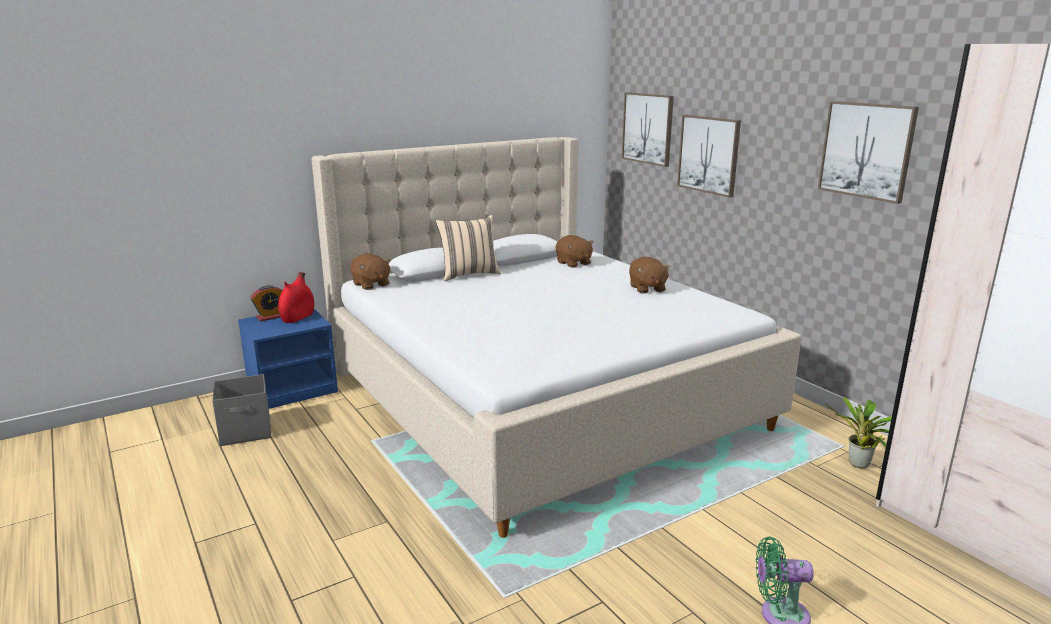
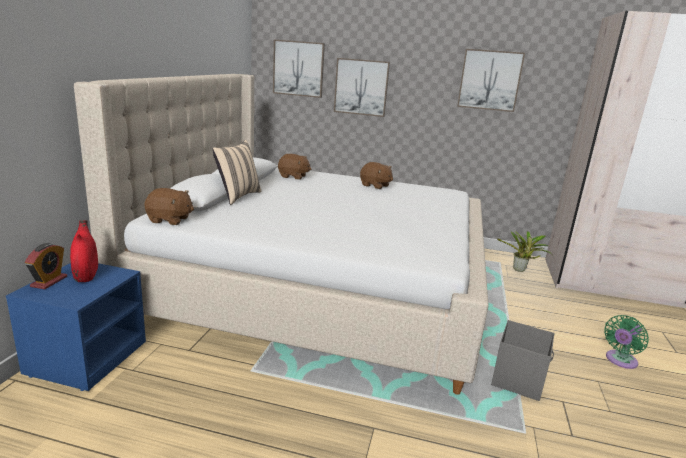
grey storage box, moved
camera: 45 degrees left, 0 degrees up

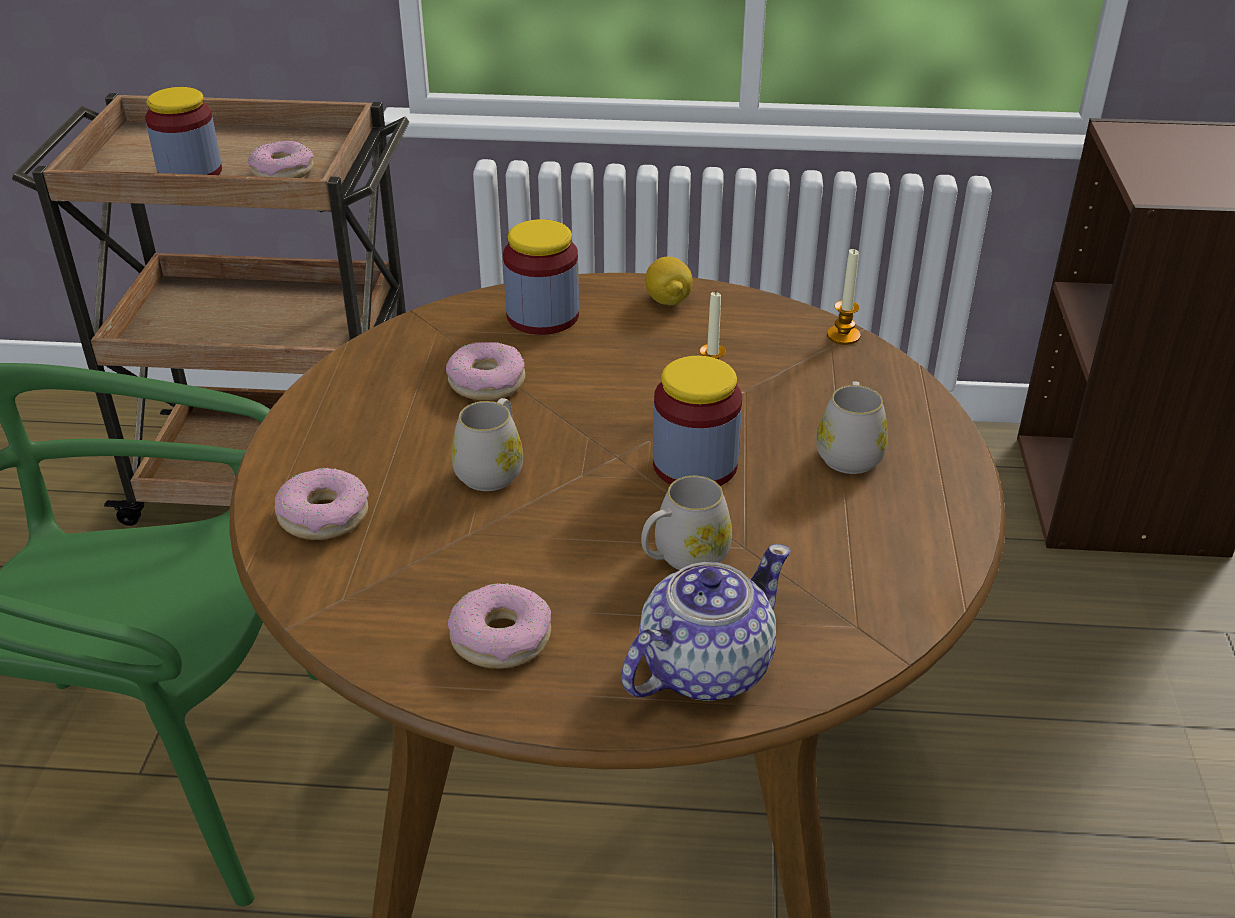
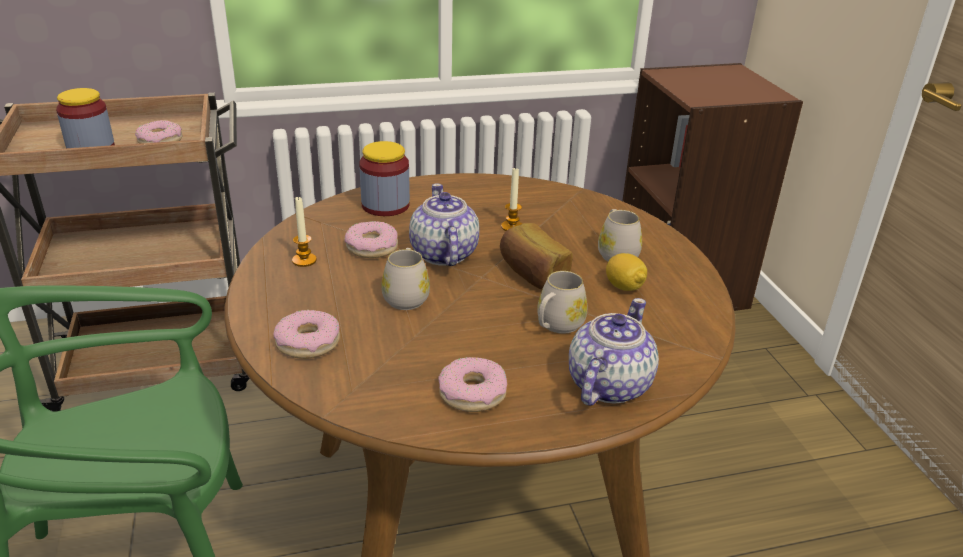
lemon, moved
jar (3rd from left) -> bread
candle (2nd from left in the first image) -> candle (1st from left), moved
none -> teapot (1st from left)
camera: 20 degrees left, 5 degrees down

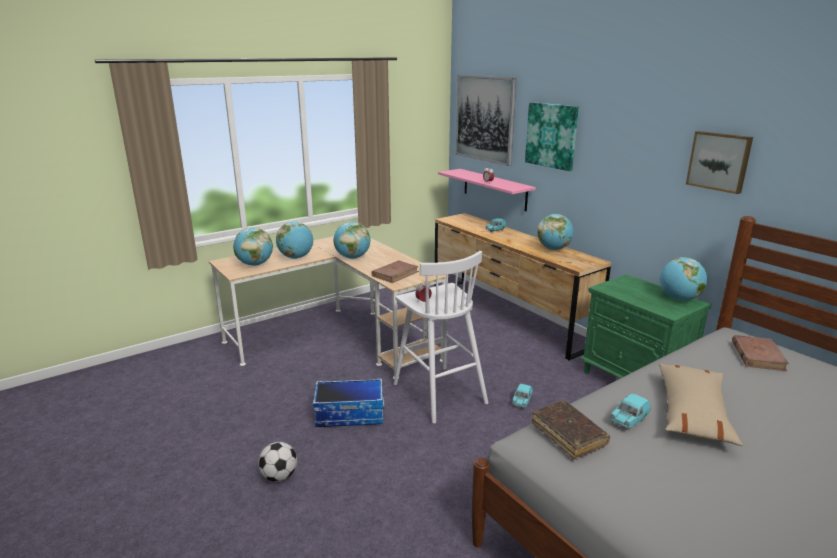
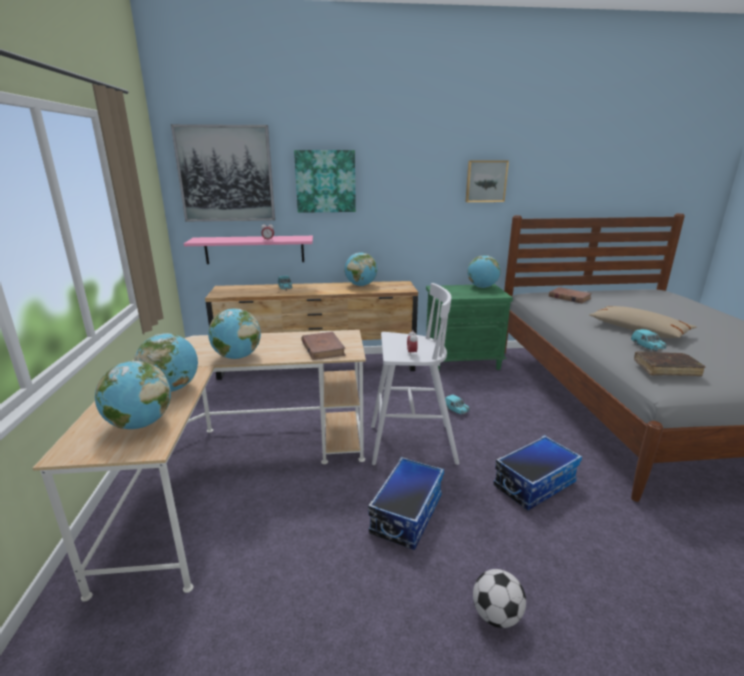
none -> storage box (2nd from left)
camera: 60 degrees left, 0 degrees up

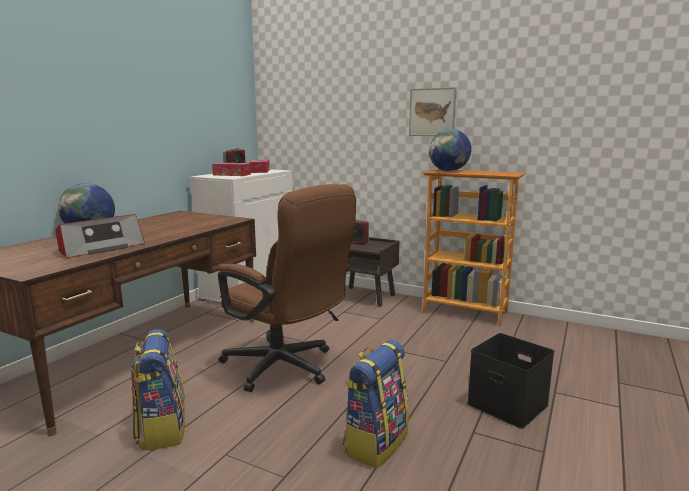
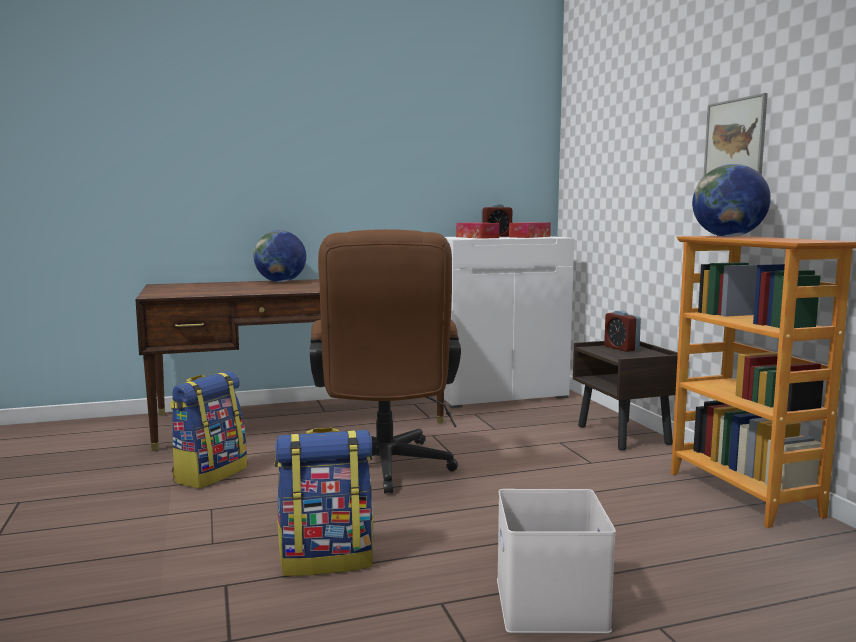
radio -> none
black storage box -> white storage box
camera: 45 degrees right, 5 degrees down

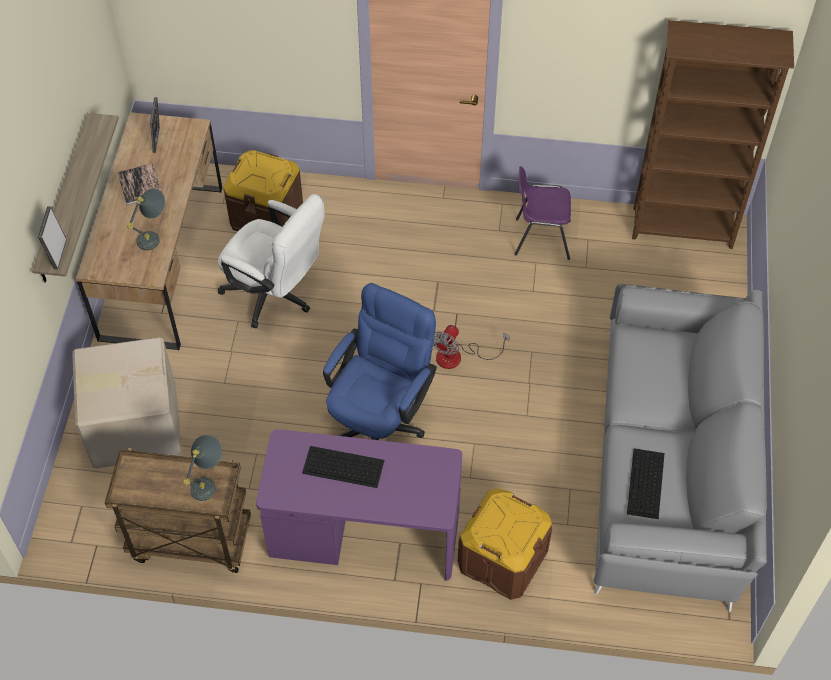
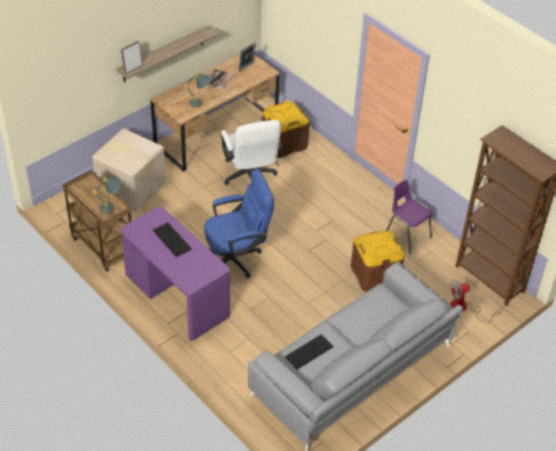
fan, moved
brown storage box (2nd from left), moved
camera: 40 degrees right, 10 degrees down

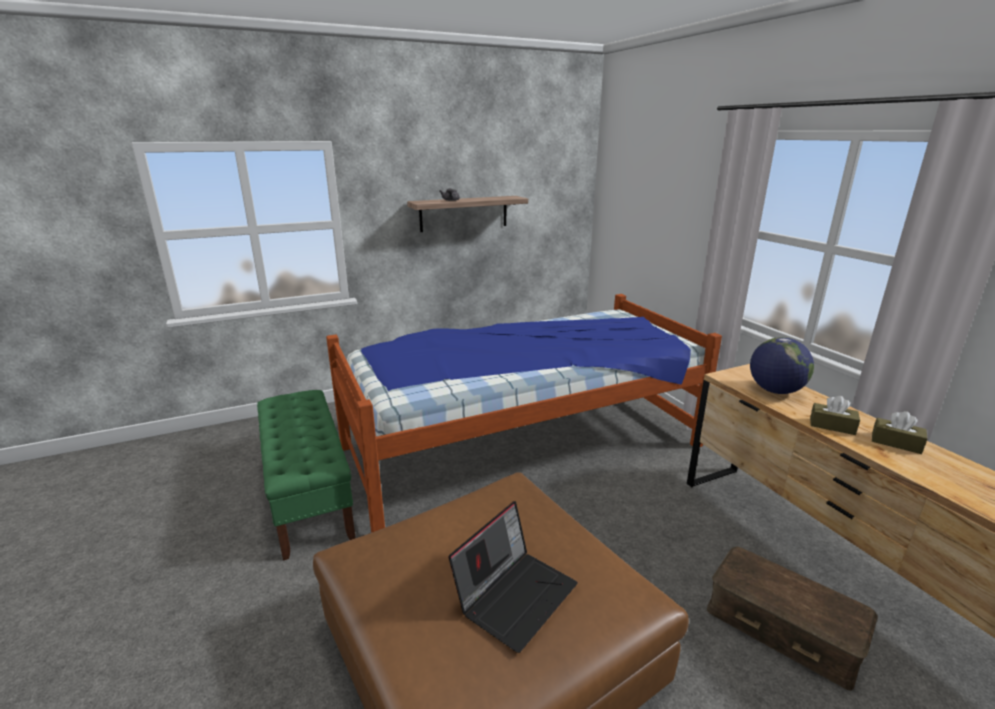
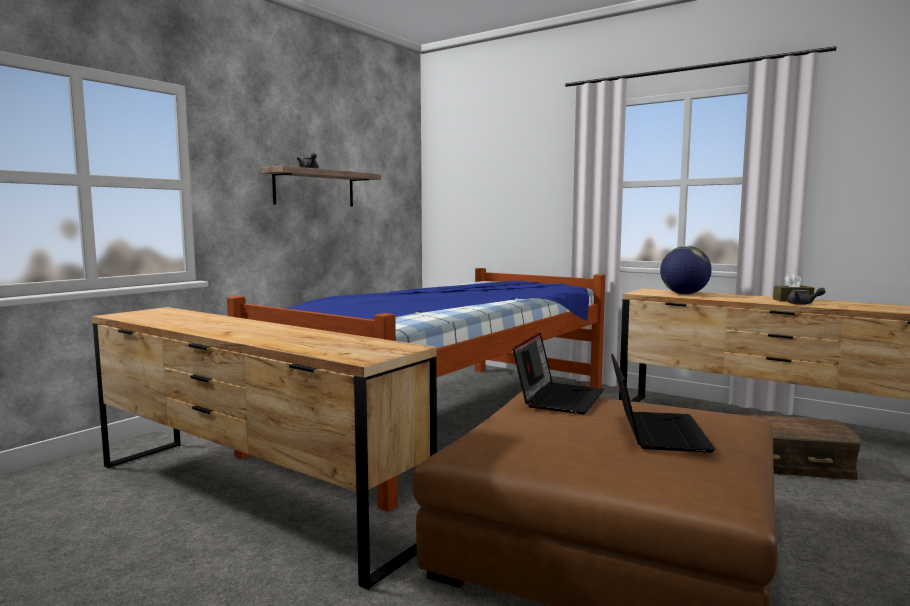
green bench -> brown dresser (1st from left)
brown tissue box (1st from left) -> none
none -> laptop (1st from left)
none -> grey teapot (2nd from left)
camera: 30 degrees left, 15 degrees down

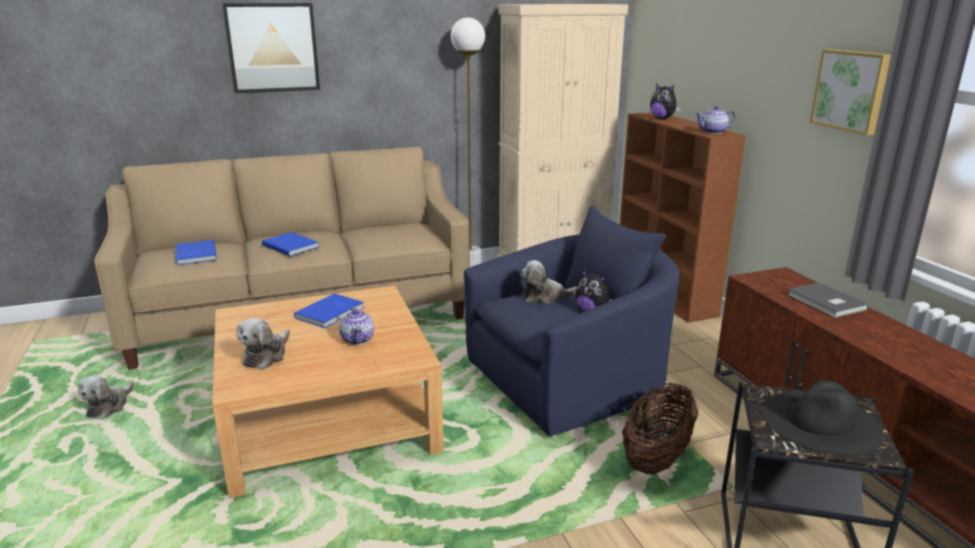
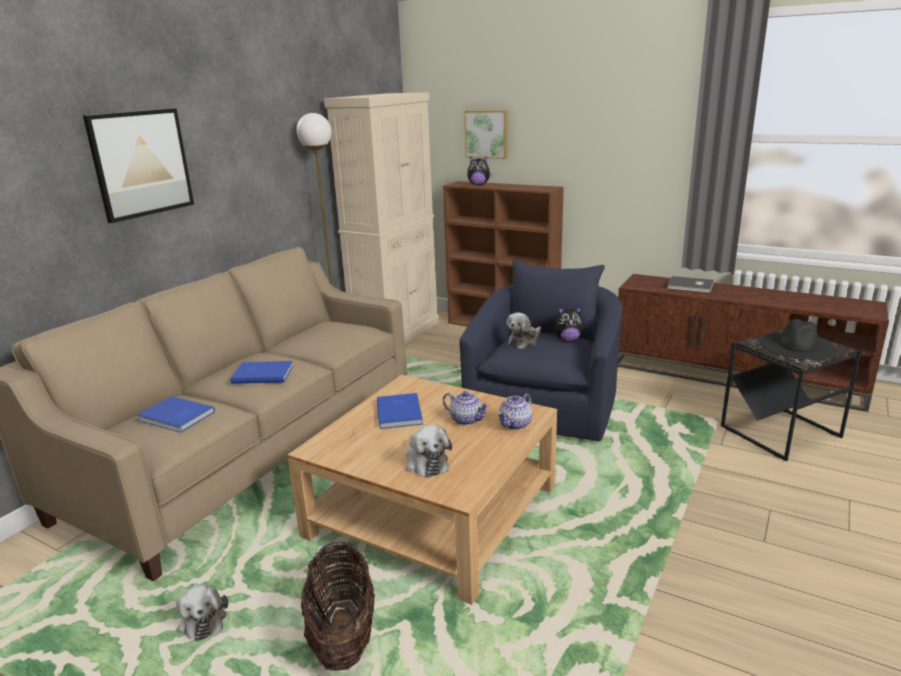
basket, moved
teapot (2nd from left), moved
picture (2nd from left), moved
camera: 40 degrees left, 0 degrees up

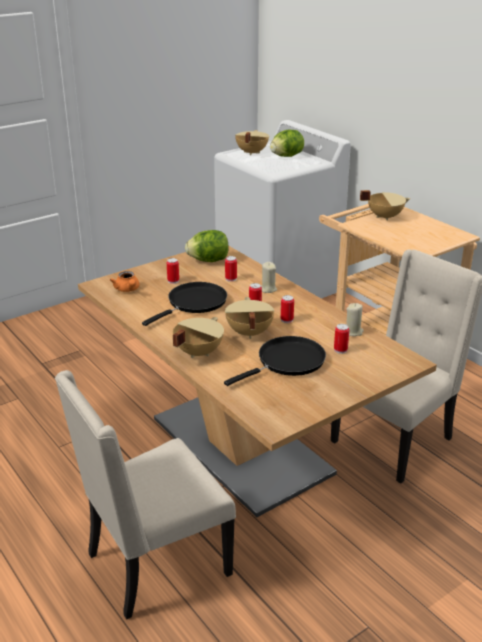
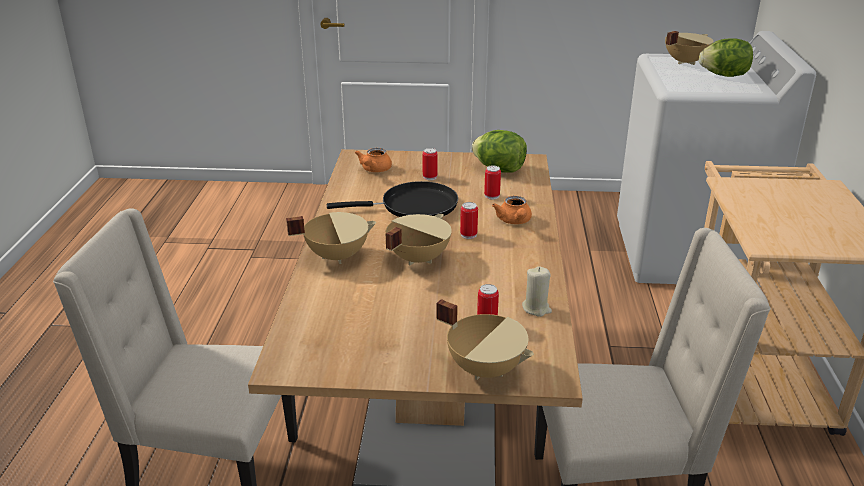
black frying pan (2nd from left) -> none
beige candle (1st from left) -> orange teapot (2nd from left)
can (4th from left) -> none
beige cooking pot (4th from left in the first image) -> beige cooking pot (3rd from left), moved
camera: 40 degrees right, 0 degrees up

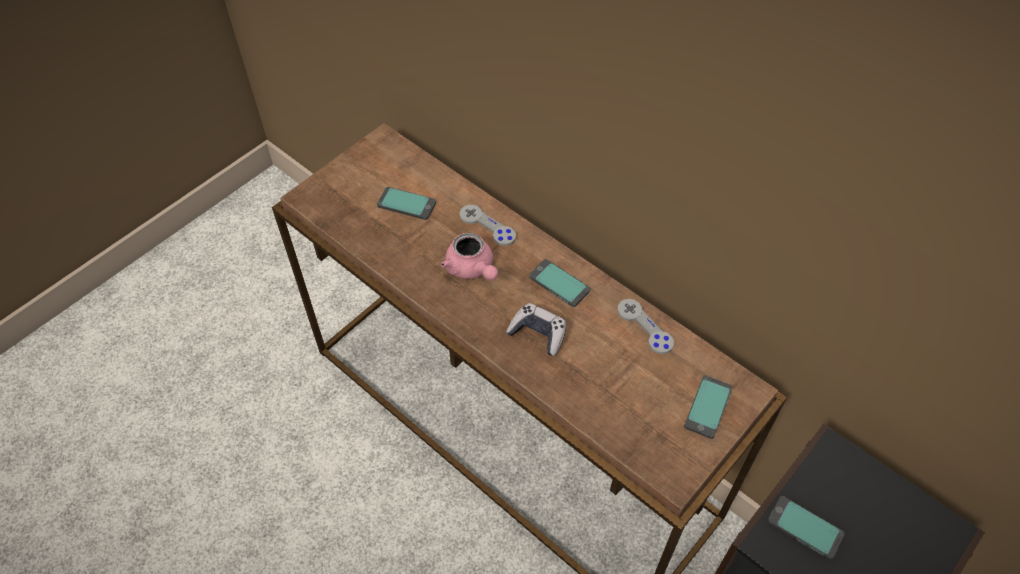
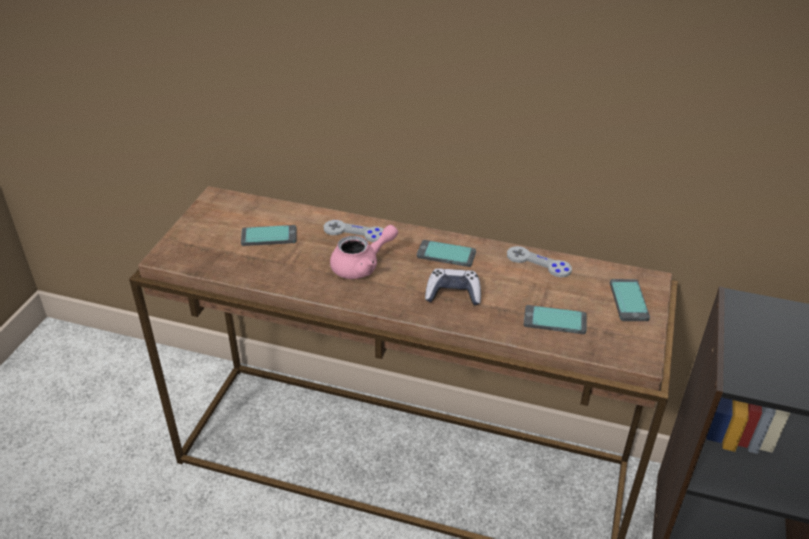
pink teapot, 60 degrees counterclockwise
phone (4th from left in the first image) -> phone (3rd from left), moved
camera: 25 degrees left, 15 degrees down

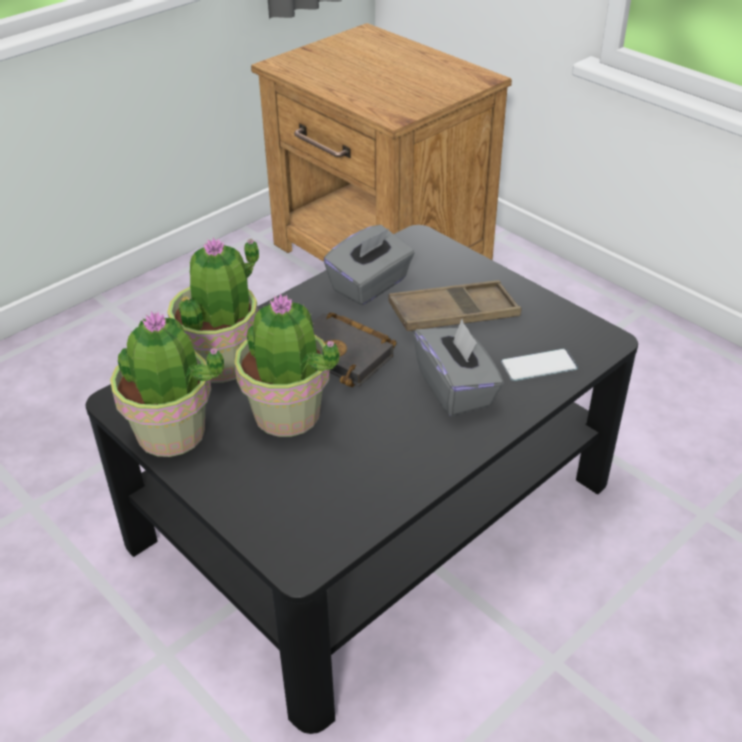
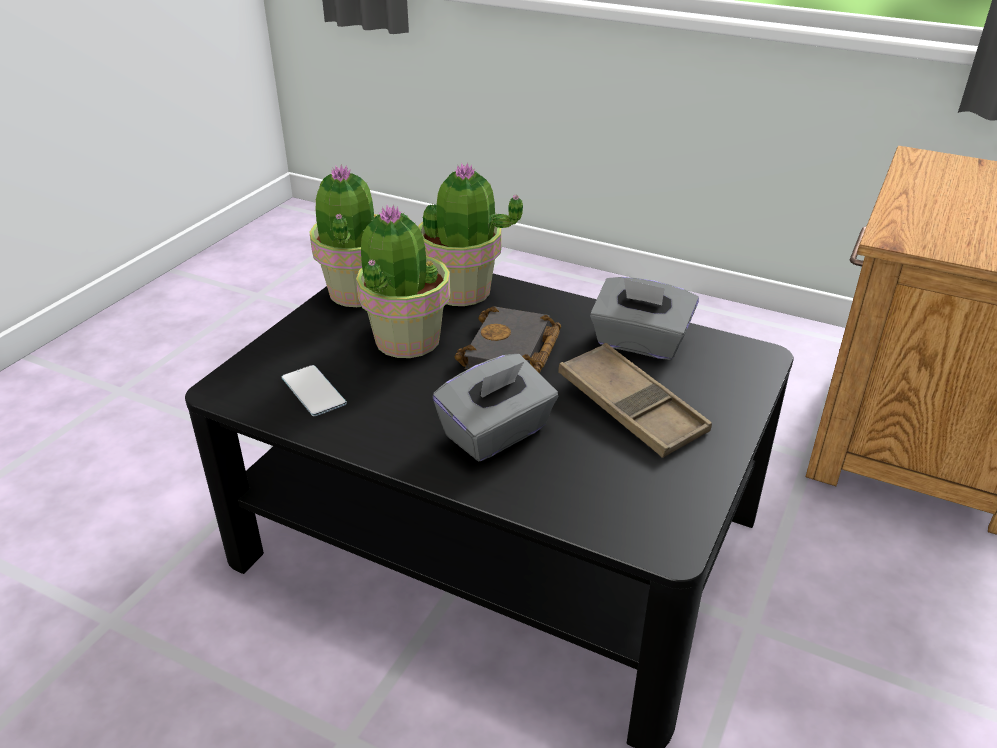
phone, moved
camera: 70 degrees right, 5 degrees down

